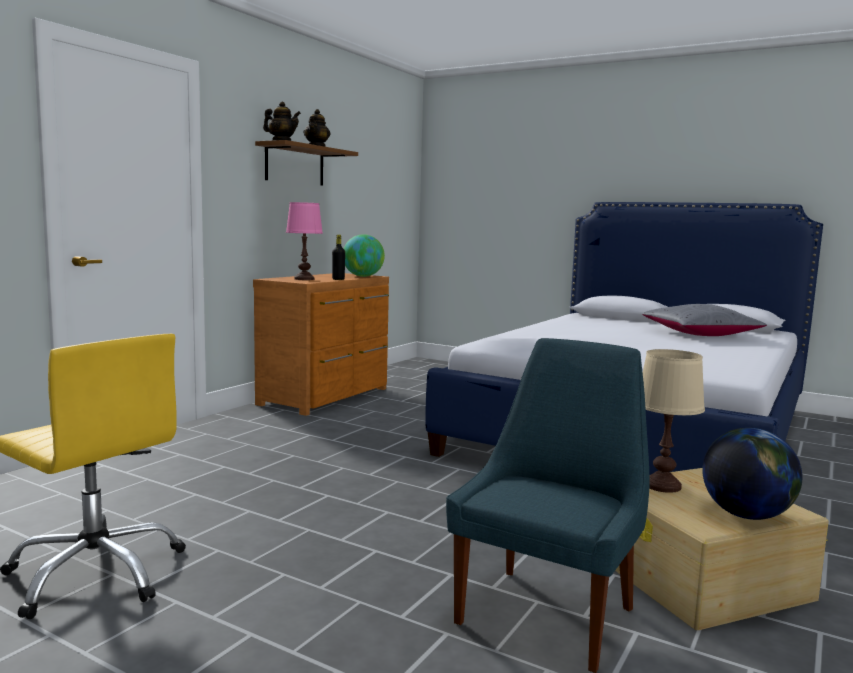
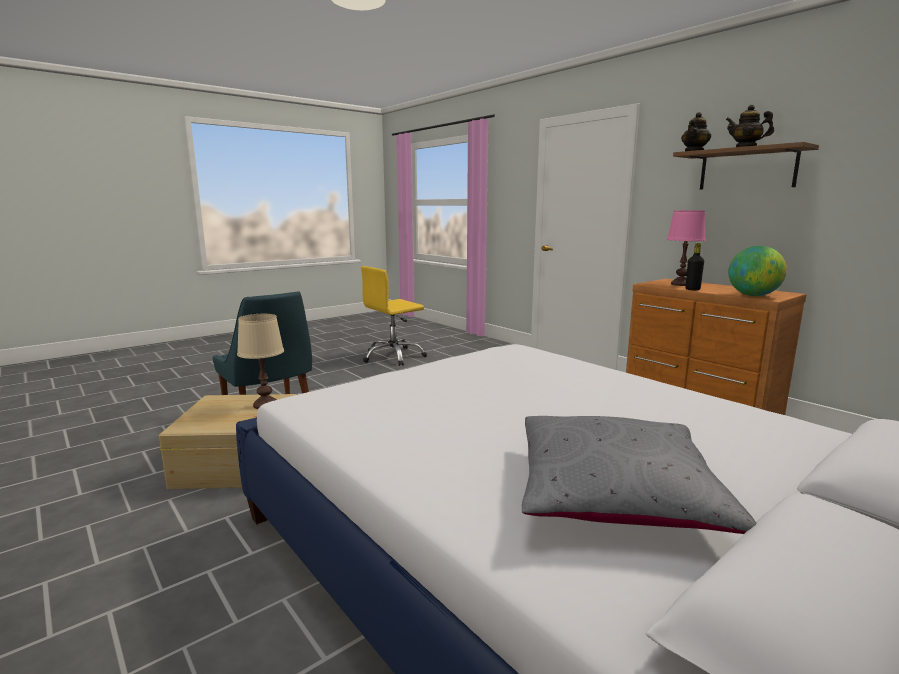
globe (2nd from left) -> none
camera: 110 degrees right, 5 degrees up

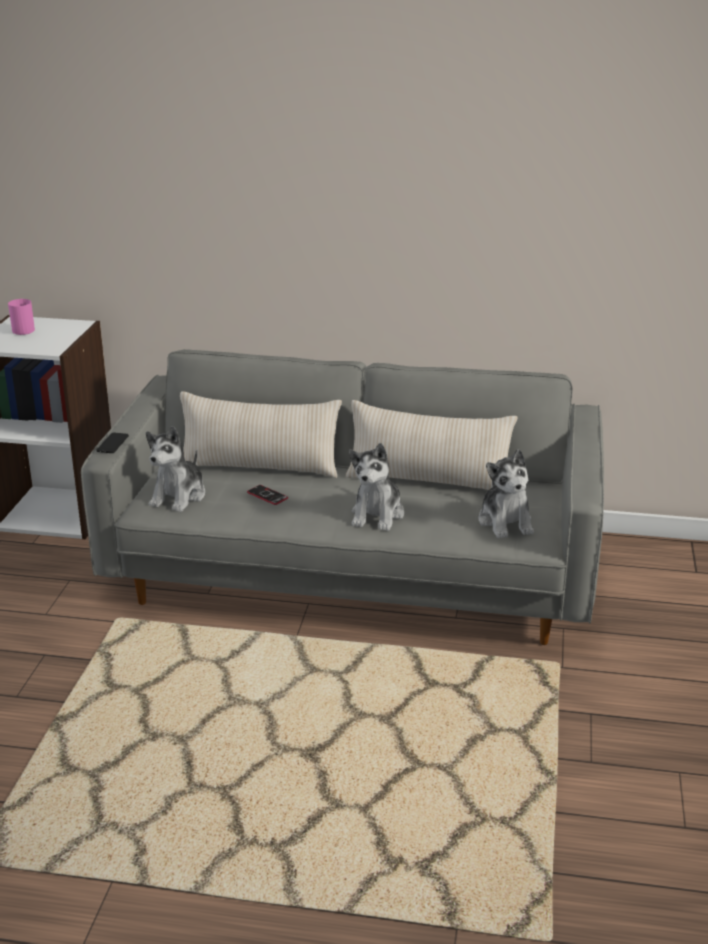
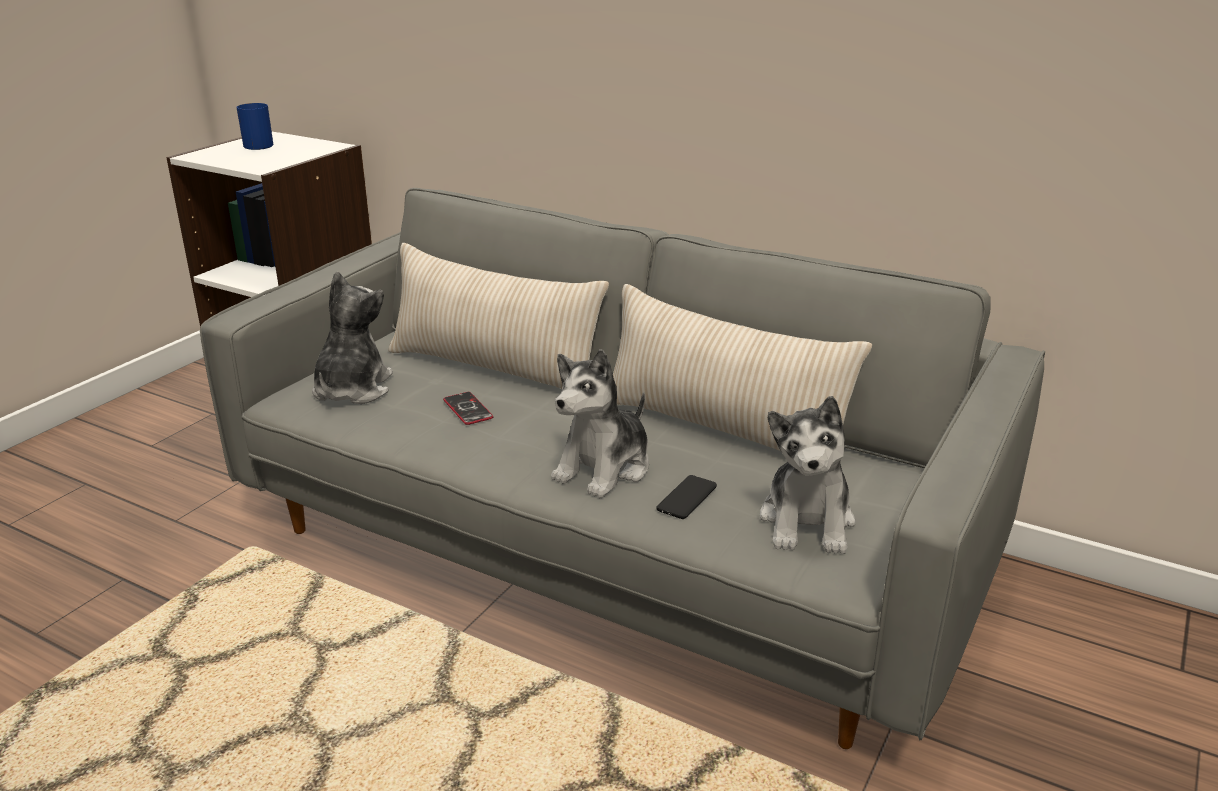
pink mug -> blue mug
phone (1st from left in the first image) -> phone (2nd from left), moved
plush toy (1st from left), 150 degrees clockwise
camera: 20 degrees right, 0 degrees up

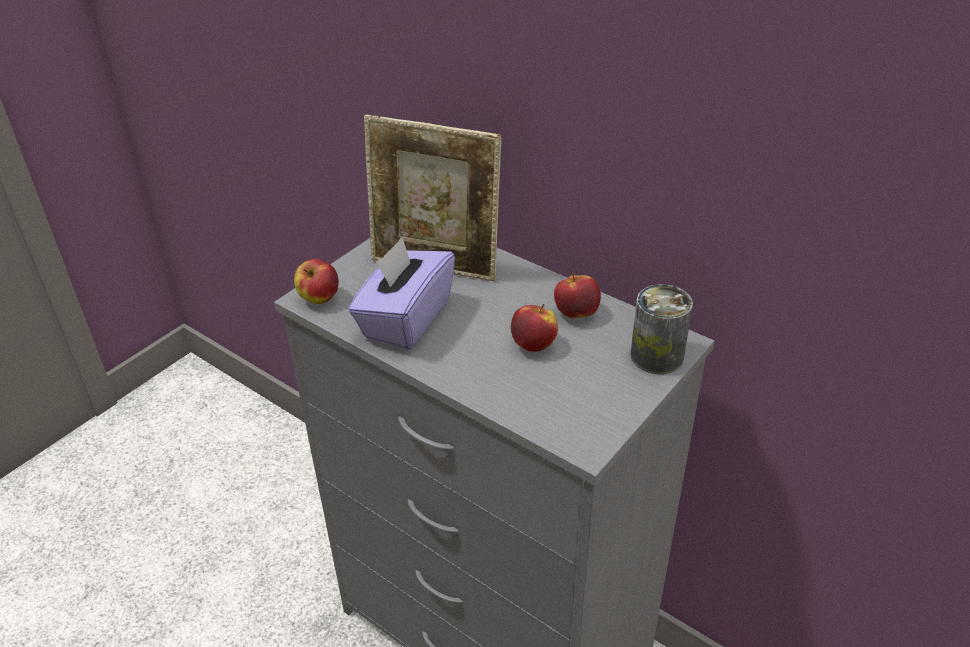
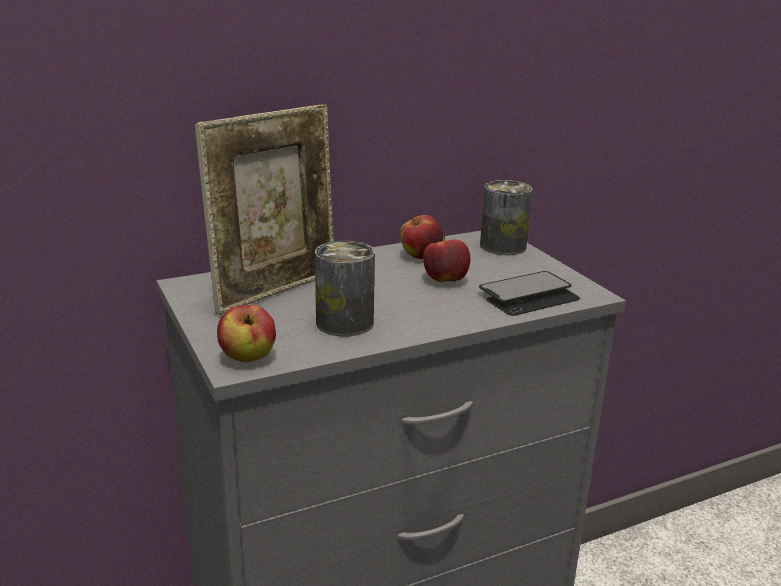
purple tissue box -> can (1st from left)
none -> phone
camera: 65 degrees left, 15 degrees down

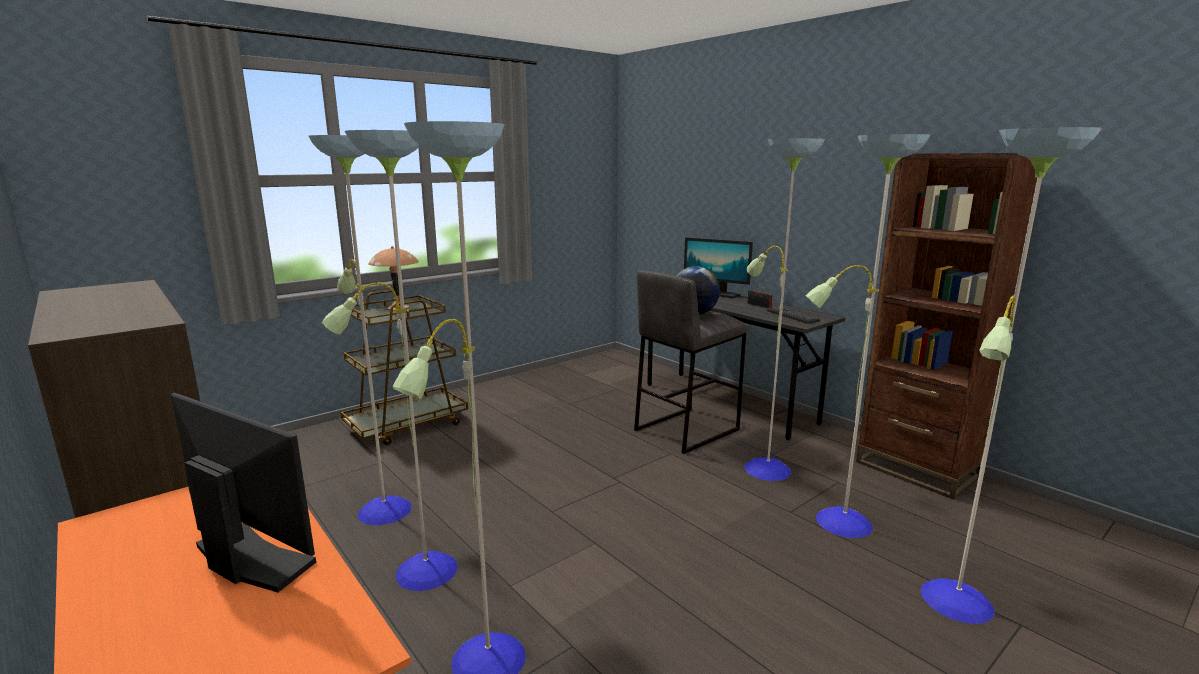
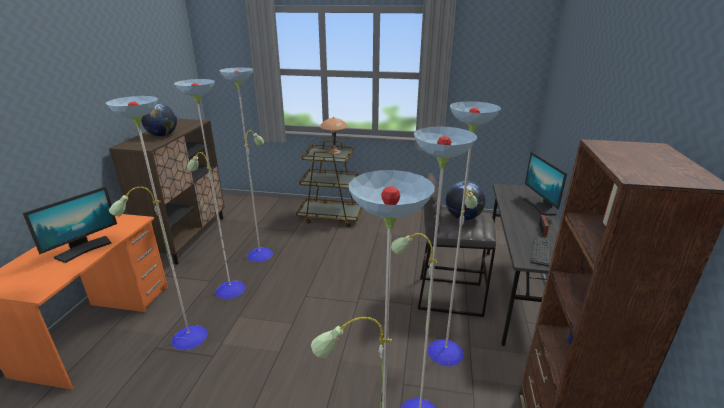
monitor (1st from left), 45 degrees clockwise
none -> globe (1st from left)
camera: 50 degrees right, 10 degrees up

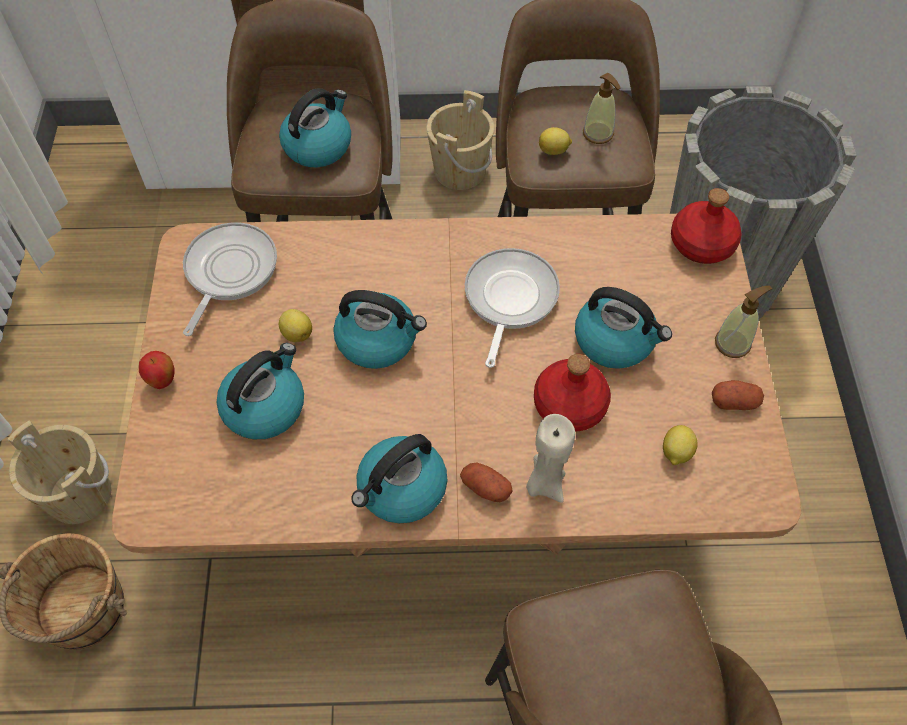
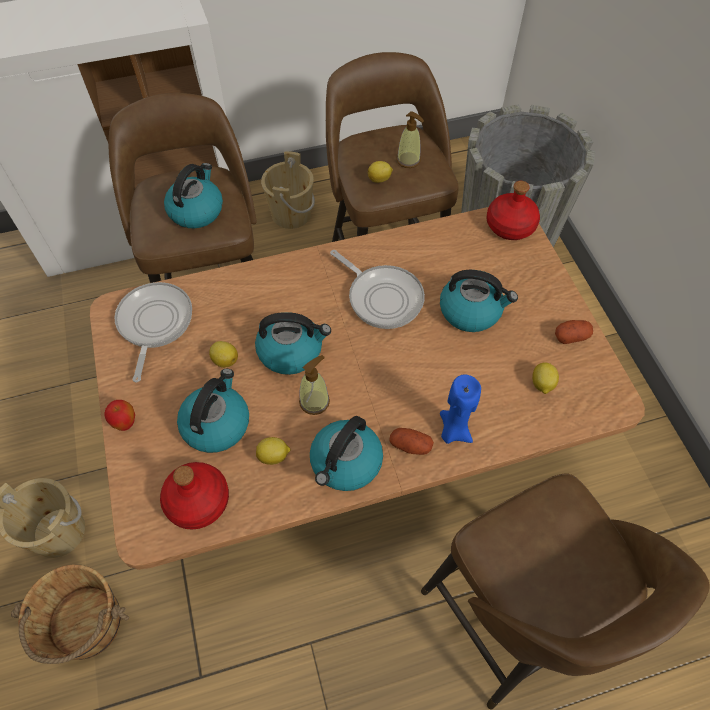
frying pan (2nd from left), 135 degrees clockwise
beige candle -> blue candle
red bottle (1st from left), moved
soap dispenser (2nd from left in the first image) -> soap dispenser (1st from left), moved
none -> lemon (2nd from left)
camera: 15 degrees left, 0 degrees up

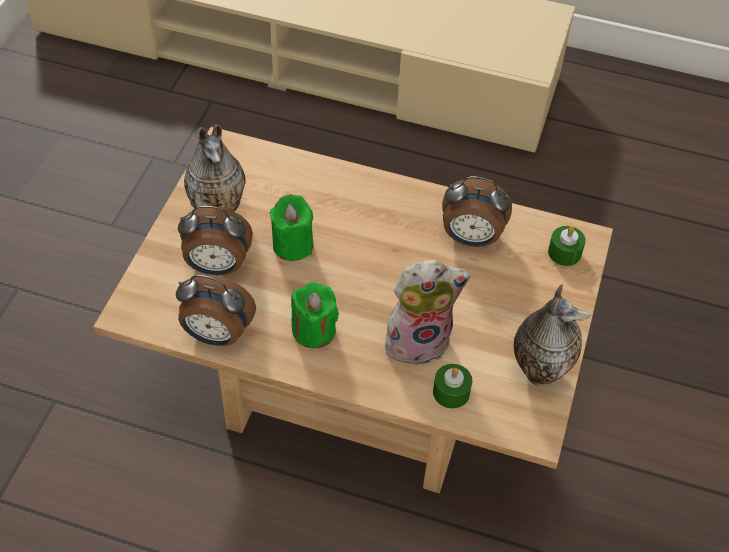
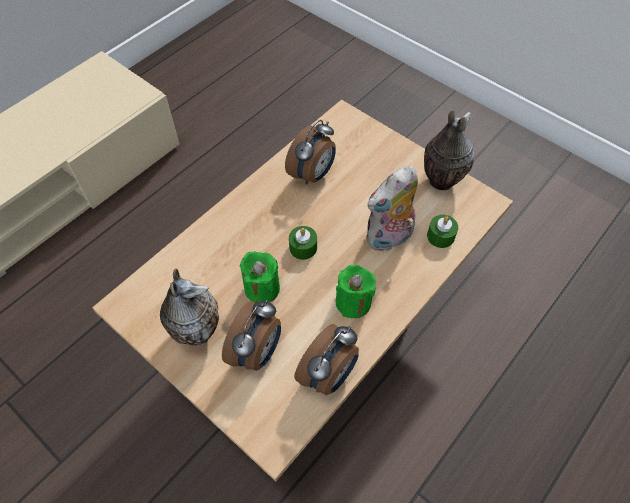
plush toy, 135 degrees counterclockwise
green candle (4th from left in the first image) -> green candle (2nd from left), moved
camera: 65 degrees left, 5 degrees up

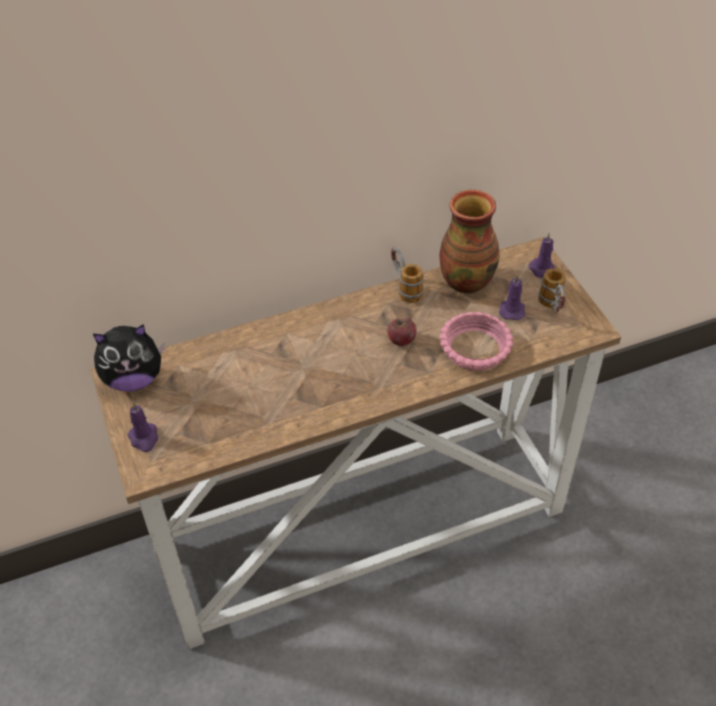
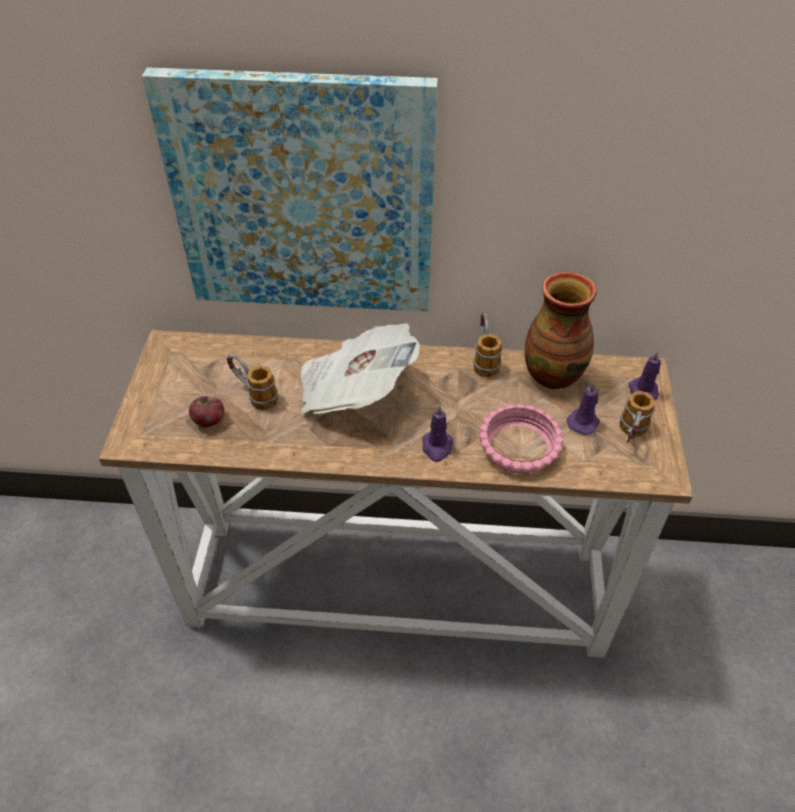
plush toy -> none
purple candle (1st from left), moved
apple, moved
none -> picture
none -> mug (1st from left)
none -> newspaper
camera: 25 degrees right, 0 degrees up

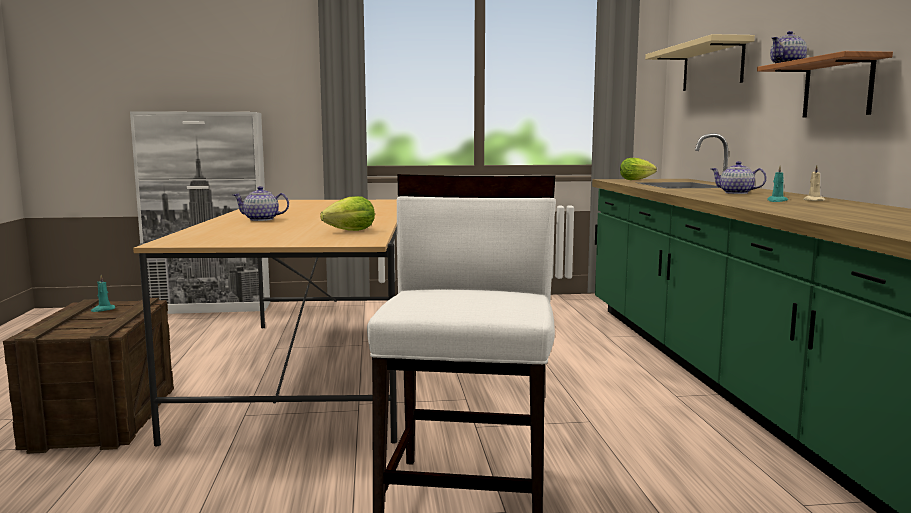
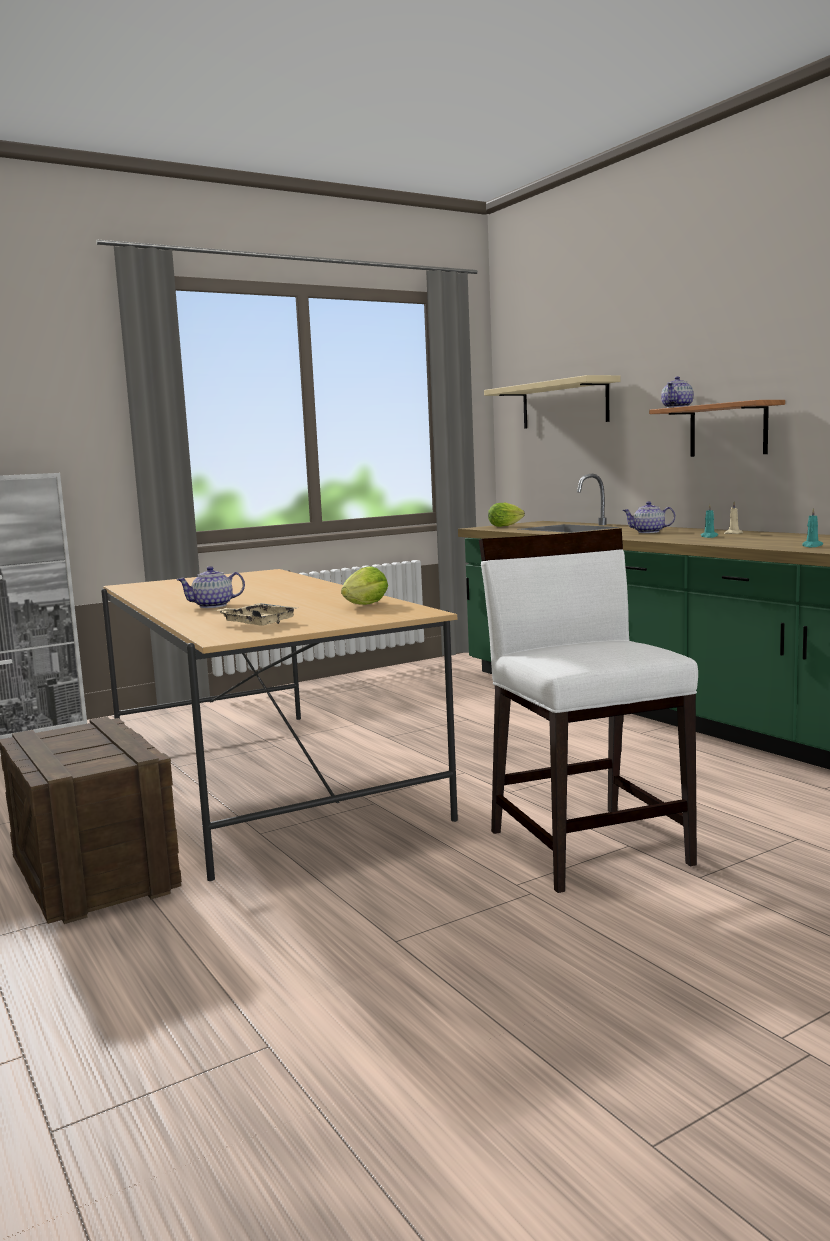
turquoise candle (1st from left in the first image) -> turquoise candle (2nd from left), moved
none -> beige tray
camera: 25 degrees left, 0 degrees up

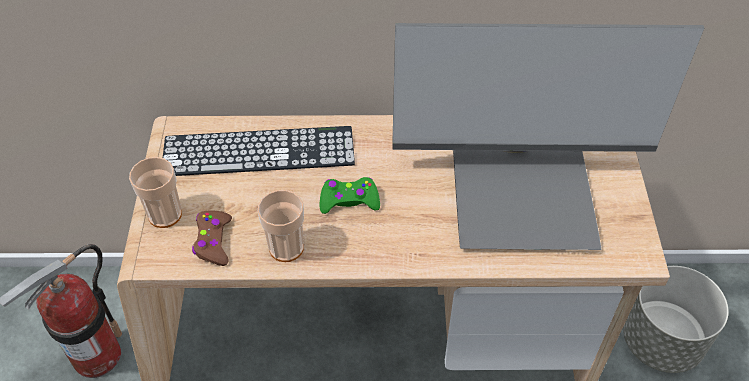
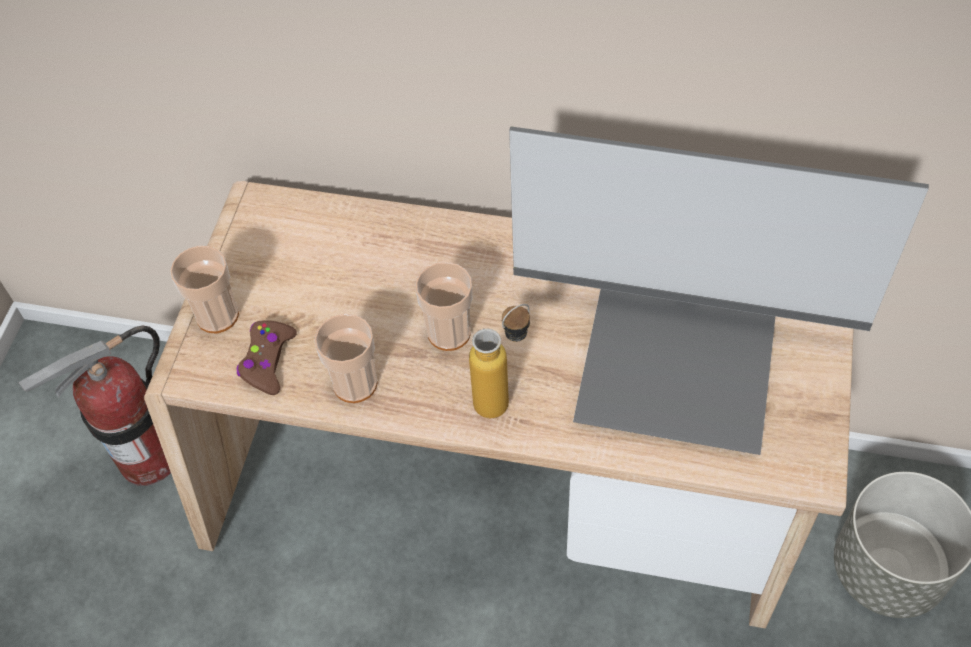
keyboard -> none
green game controller -> cup (3rd from left)
none -> bottle
camera: 15 degrees right, 5 degrees up

